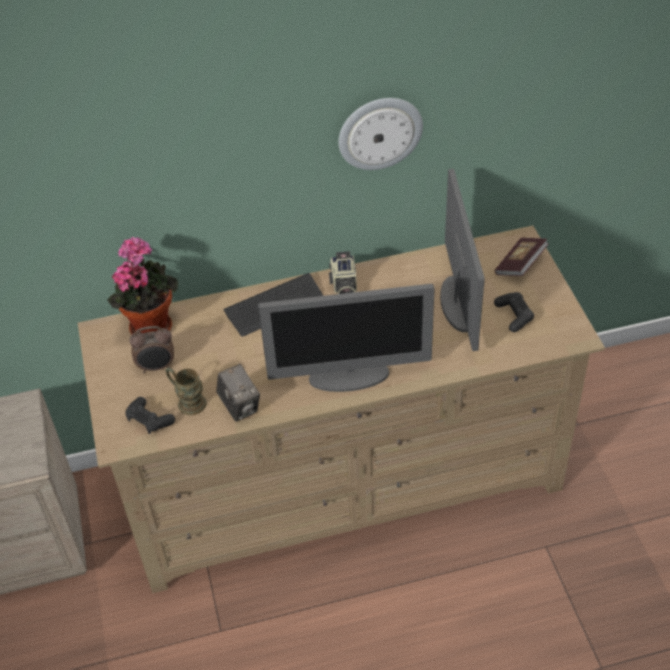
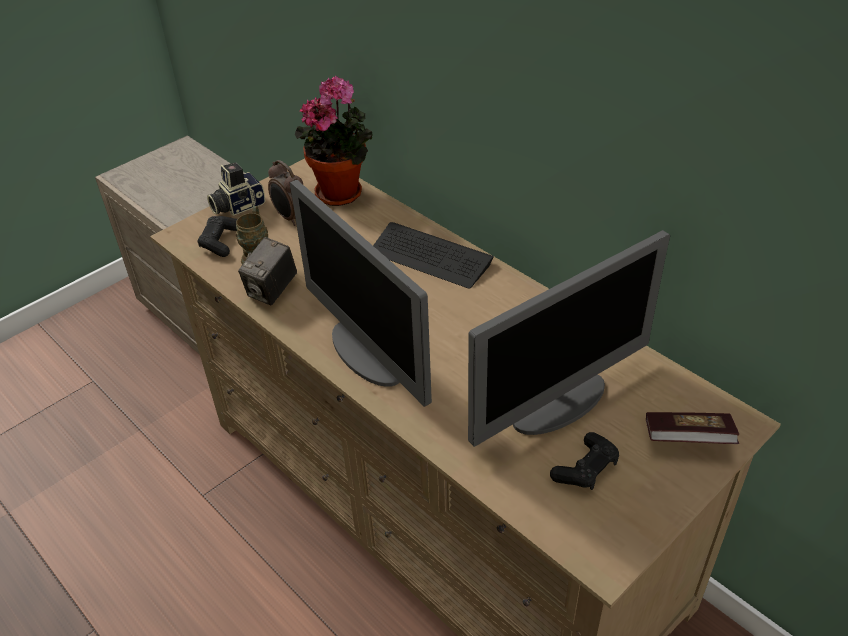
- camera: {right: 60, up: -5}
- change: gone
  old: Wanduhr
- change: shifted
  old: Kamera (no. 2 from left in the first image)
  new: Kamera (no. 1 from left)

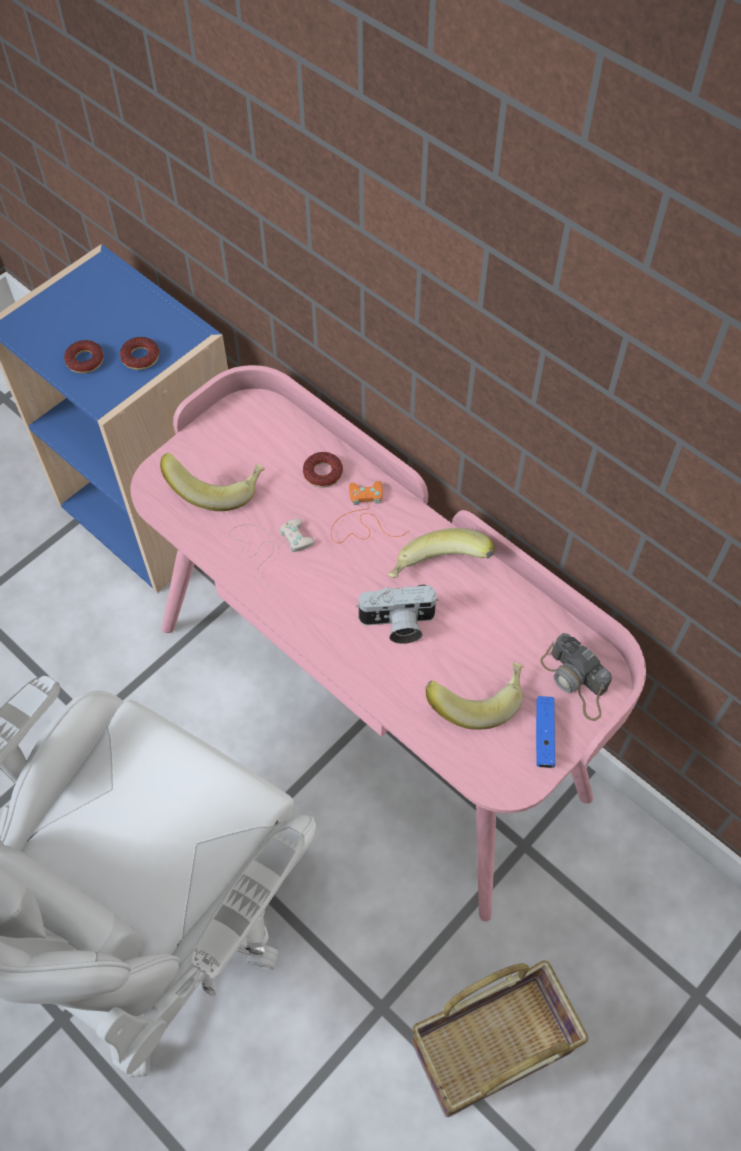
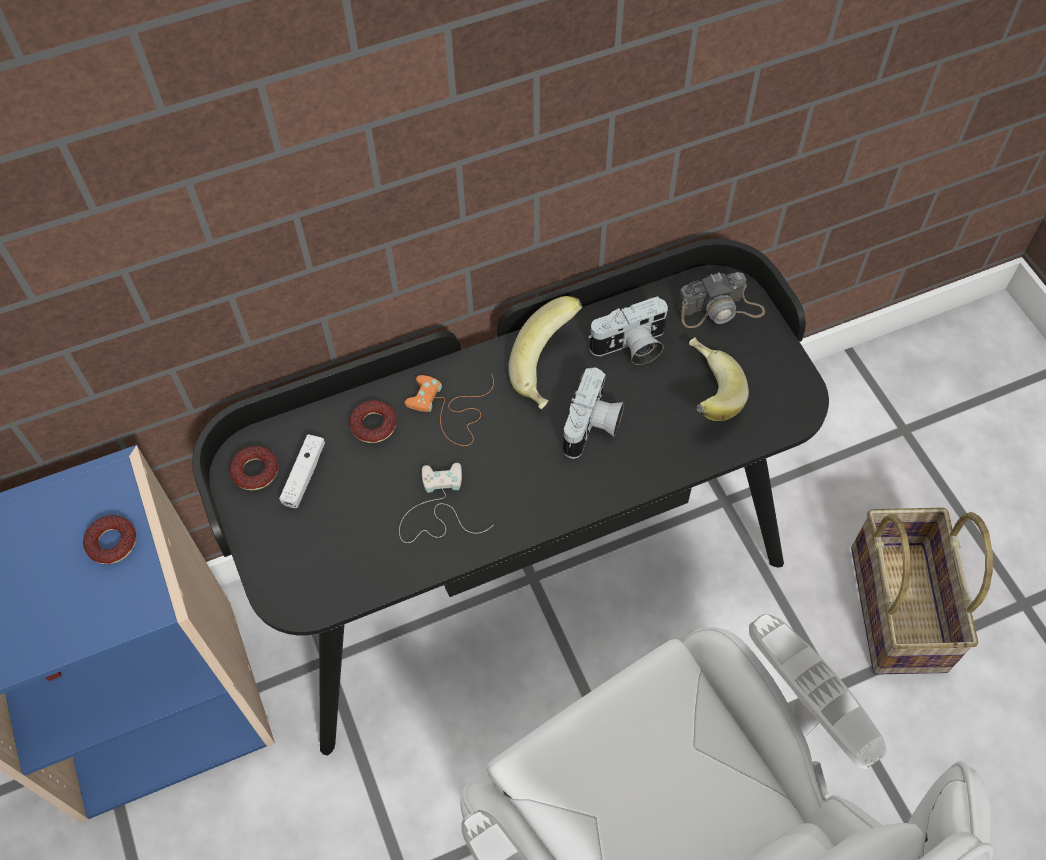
- camera: {right: -65, up: 0}
- change: gone
  old: Banane (no. 1 from left)
- change: gone
  old: Gamepad (blau)
- change: new
  new: Gamepad (weiß) (no. 1 from left)
- change: new
  new: Kamera (no. 2 from left)
- change: shifted
  old: Donut (no. 1 from left in the first image)
  new: Donut (no. 2 from left)
- change: repainted
  old: Schreibtisch (rosa)
  new: Schreibtisch (schwarz)

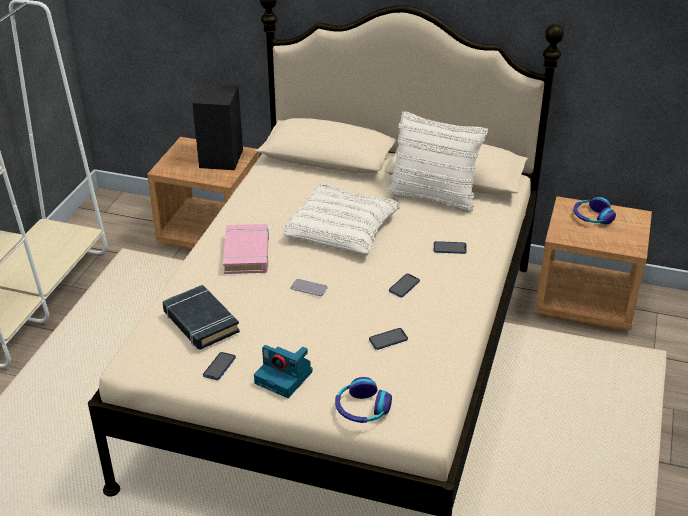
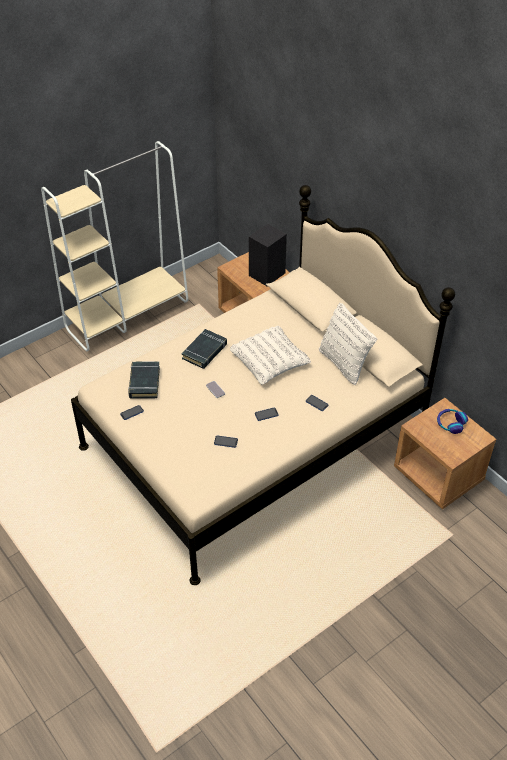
- camera: {right: 35, up: 10}
- change: gone
  old: Kamera
- change: gone
  old: Kopfhörer (no. 1 from left)
- change: repainted
  old: Buch (rosa)
  new: Buch (schwarz) (no. 2 from left)

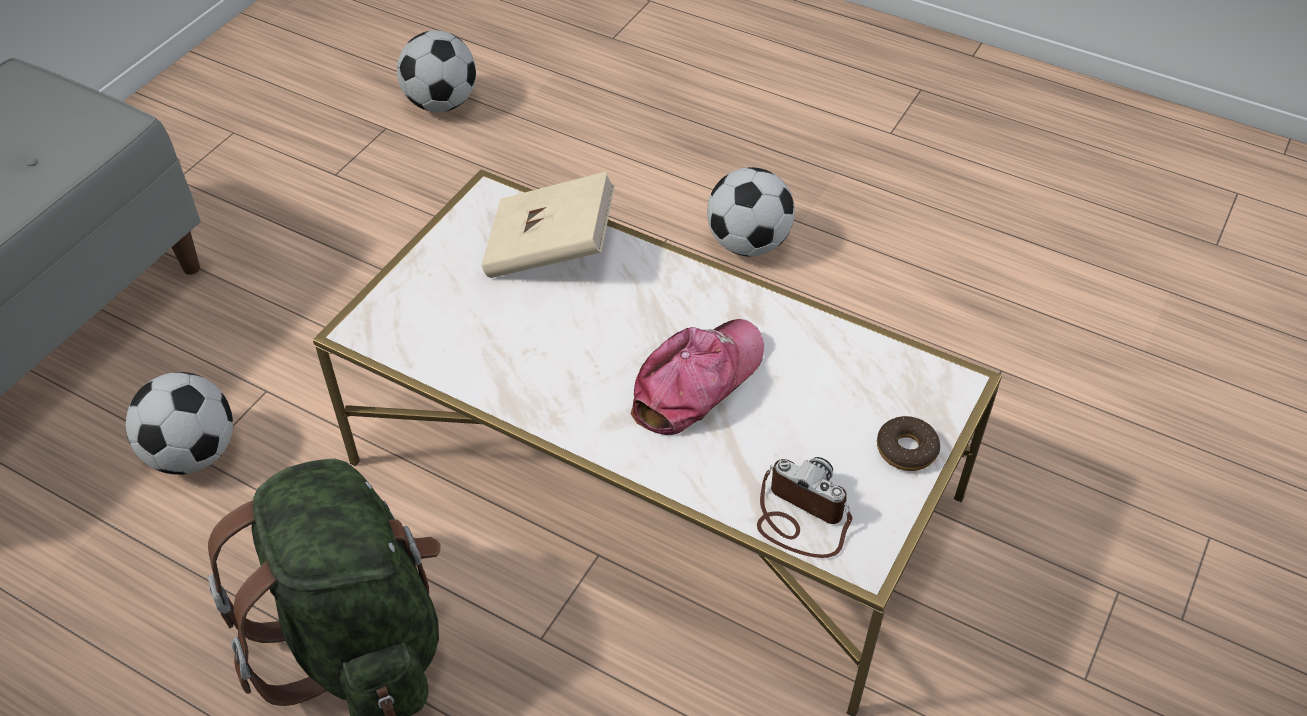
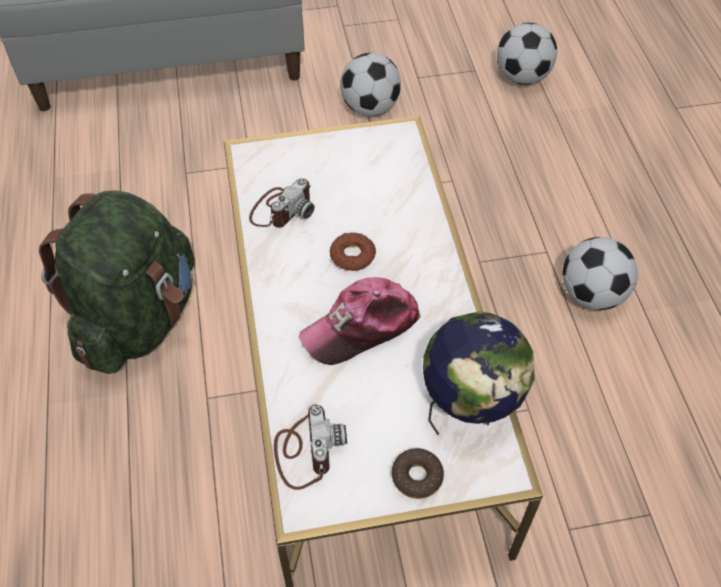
- camera: {right: 50, up: 5}
- change: gone
  old: Buch (beige)
- change: new
  new: Kamera (no. 1 from left)
- change: new
  new: Donut (no. 1 from left)
- change: new
  new: Globus
- change: shifted
  old: Fußball (no. 1 from left)
- change: rotated
  old: Kappe
  degrees: 150

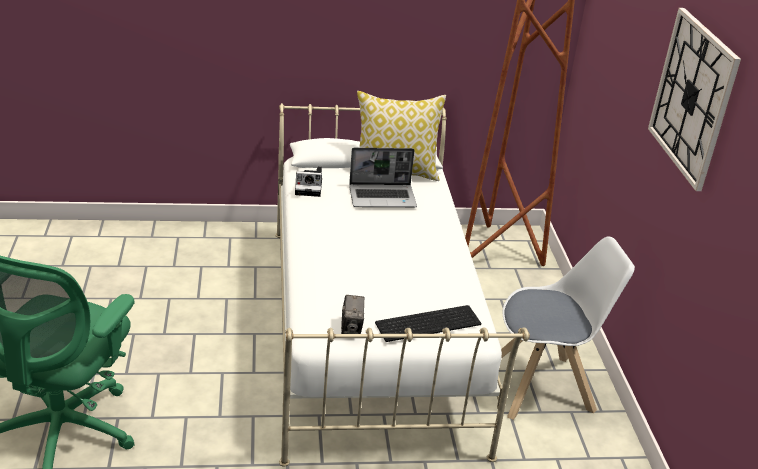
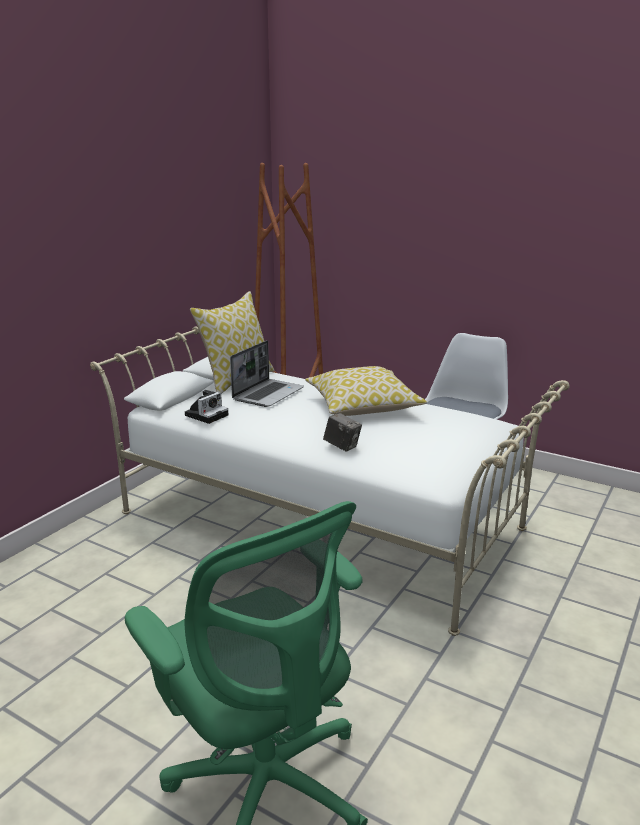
- camera: {right: -50, up: -10}
- change: gone
  old: Tastatur
- change: gone
  old: Wanduhr
- change: new
  new: Kissen (no. 2 from left)
- change: shifted
  old: Kamera (no. 2 from left)

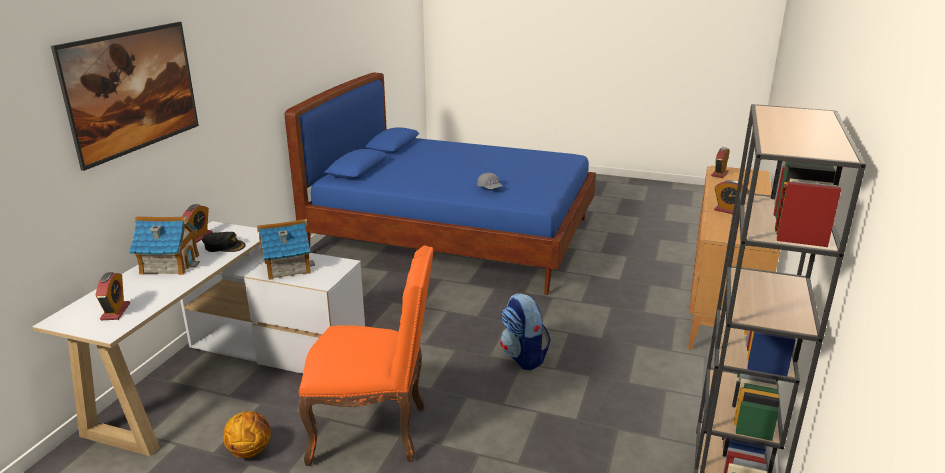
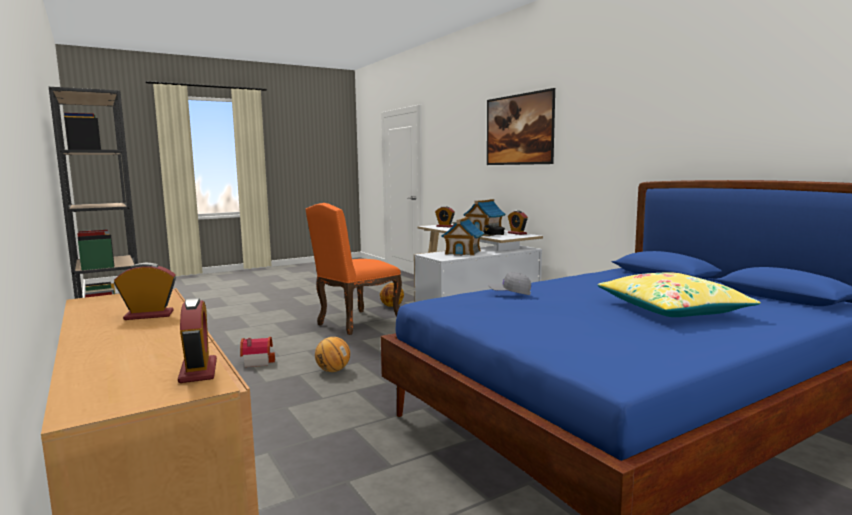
- camera: {right: 130, up: -15}
- change: new
  new: Spielzeughaus (no. 1 from left)
- change: new
  new: Kissen (gelb)
- change: swapped
  old: Rucksack
  new: Basketball (no. 1 from left)

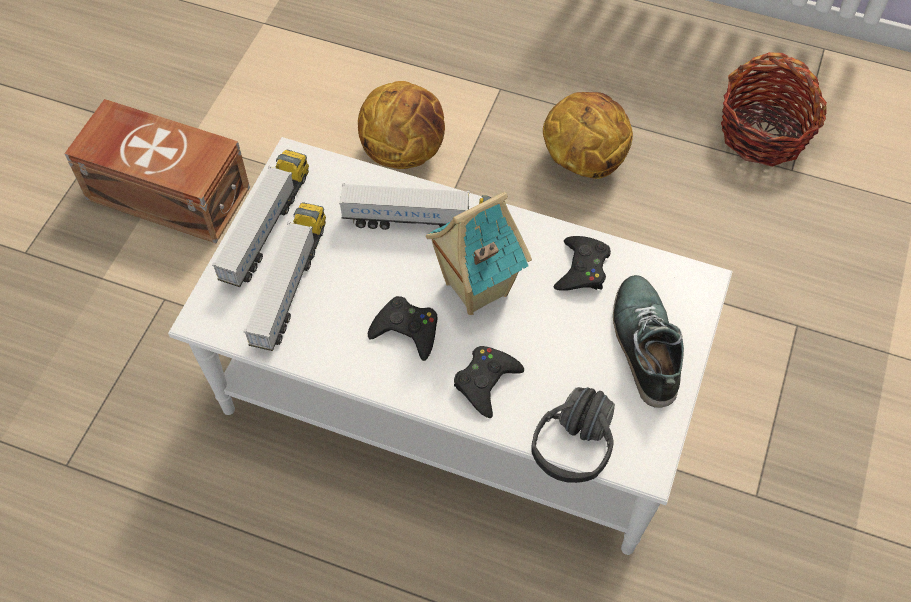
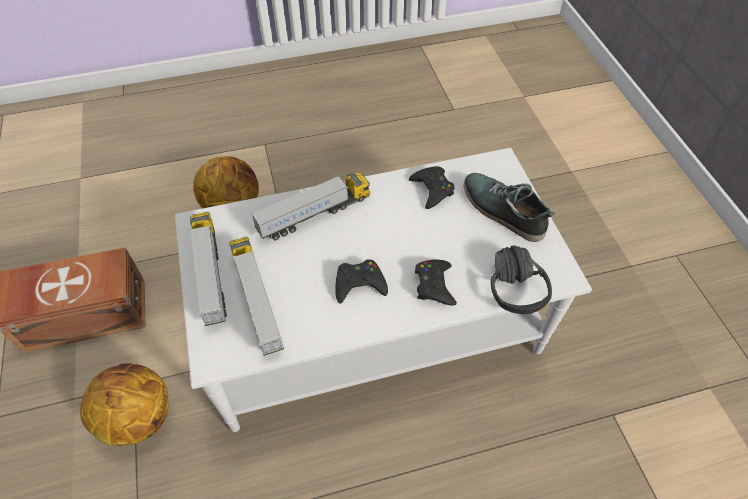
- camera: {right: -35, up: -5}
- change: gone
  old: Spielzeughaus
- change: gone
  old: Korb
- change: shifted
  old: Basketball (no. 2 from left in the first image)
  new: Basketball (no. 1 from left)

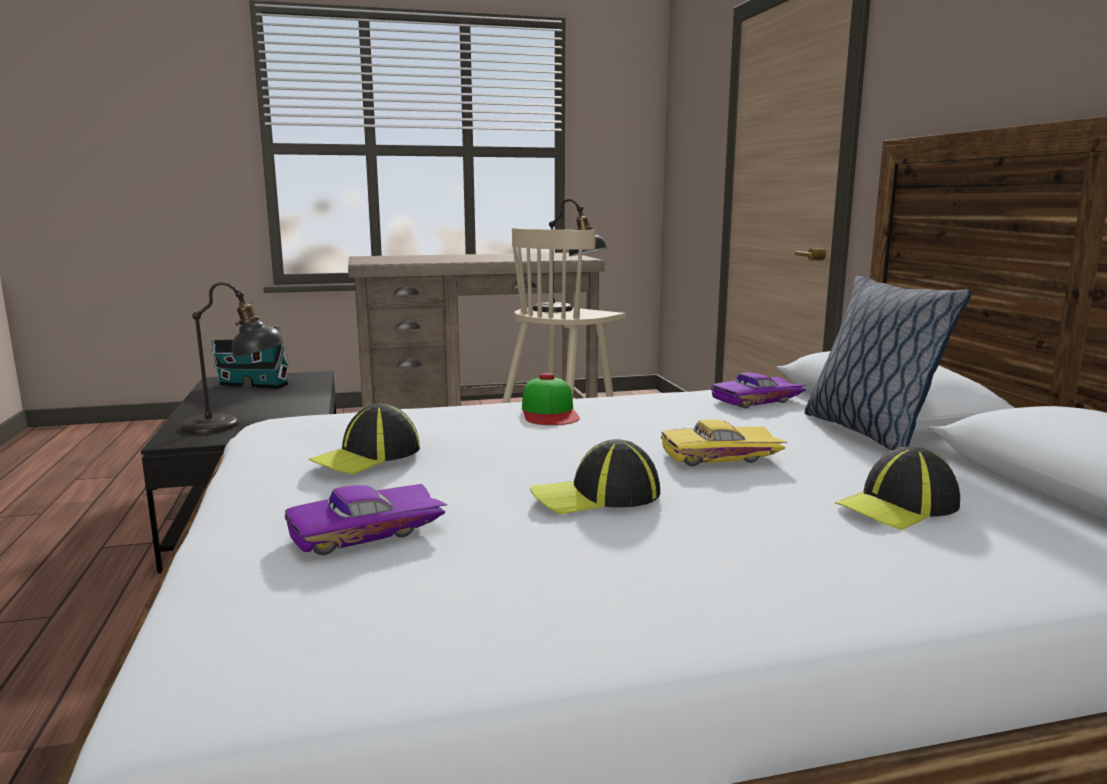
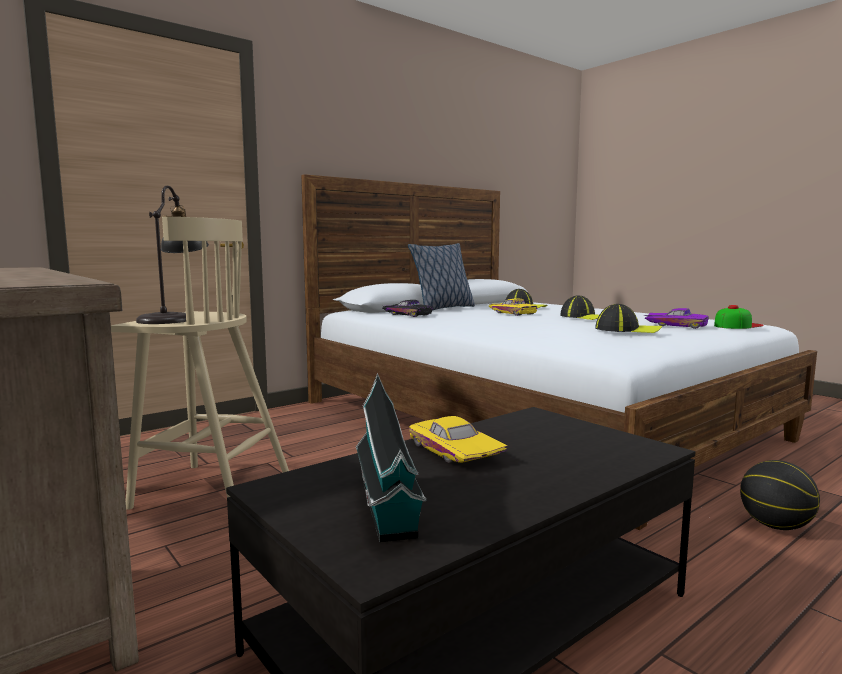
- camera: {right: -115, up: -5}
- change: gone
  old: Tischlampe (grau) (no. 1 from left)
- change: new
  new: Spielzeugauto (gelb) (no. 1 from left)
- change: new
  new: Basketball
- change: shifted
  old: Kappe (no. 2 from left in the first image)
  new: Kappe (no. 4 from left)
- change: repainted
  old: Spielzeugauto (lila) (no. 2 from left)
  new: Spielzeugauto (schwarz)

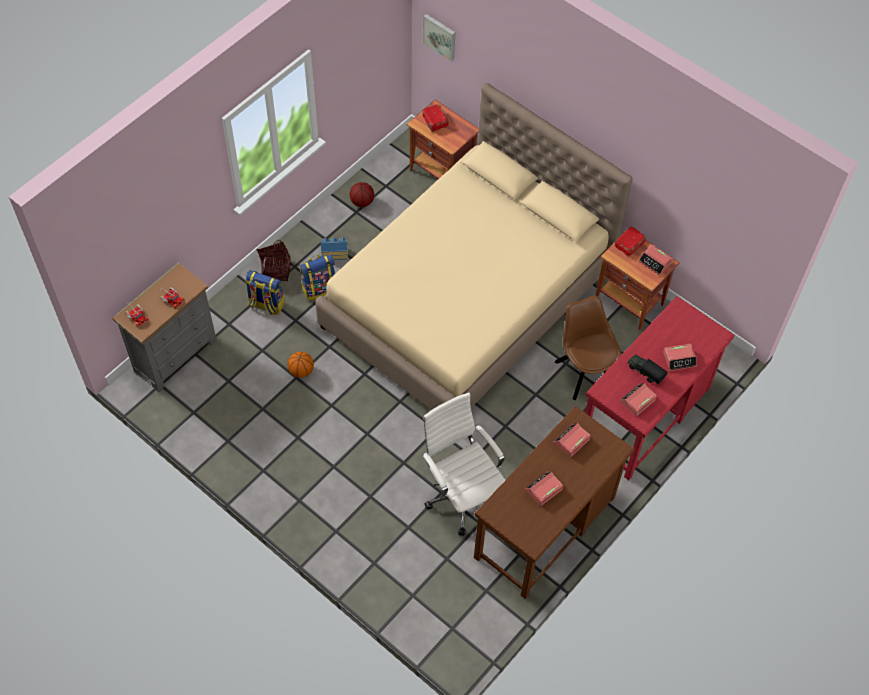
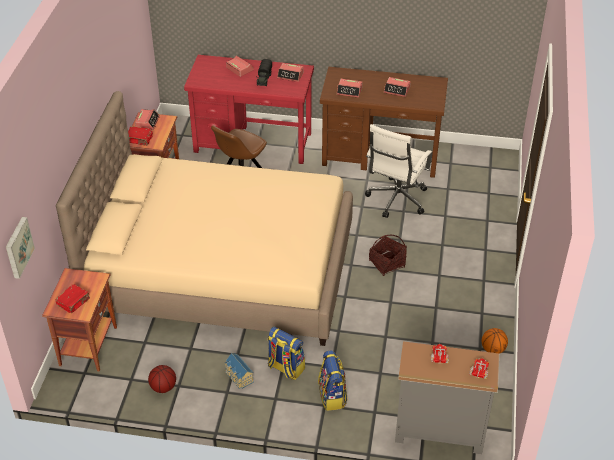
- camera: {right: -120, up: -15}
- change: shifted
  old: Korb
- change: shifted
  old: Basketball (no. 1 from left in the first image)
  new: Basketball (no. 2 from left)

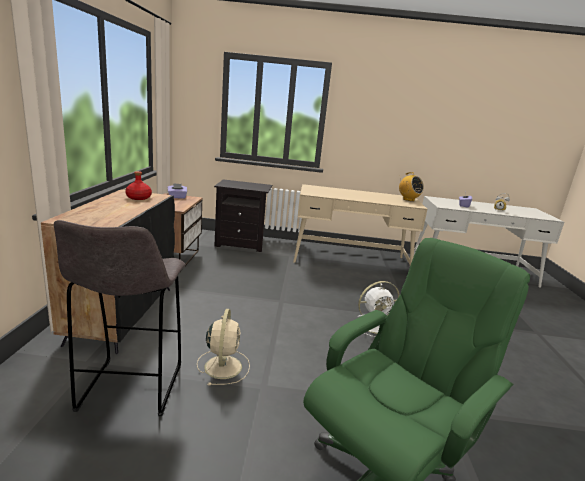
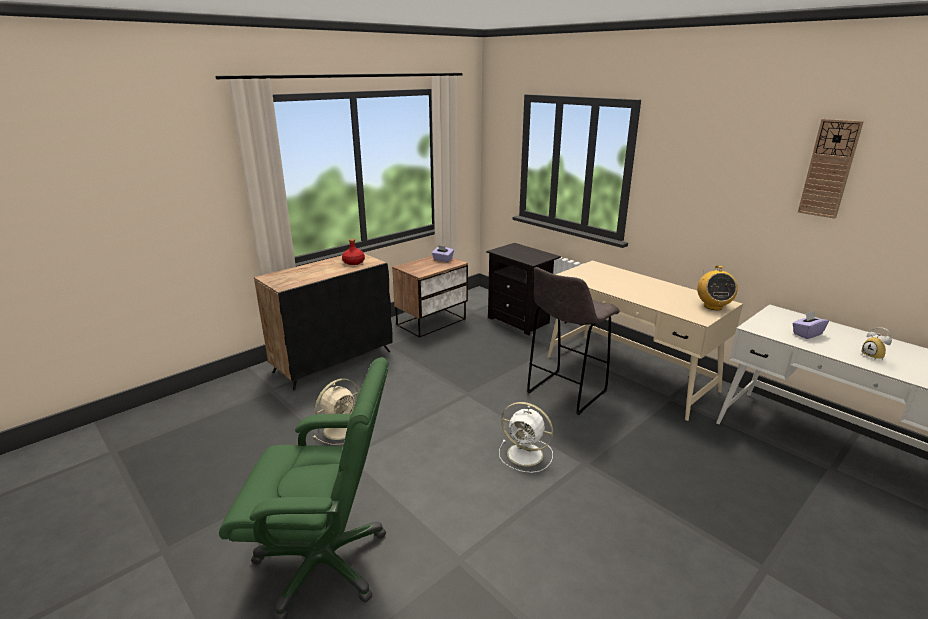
- camera: {right: 45, up: 5}
- change: new
  new: Wanduhr
- change: shifted
  old: Hocker (grau)

